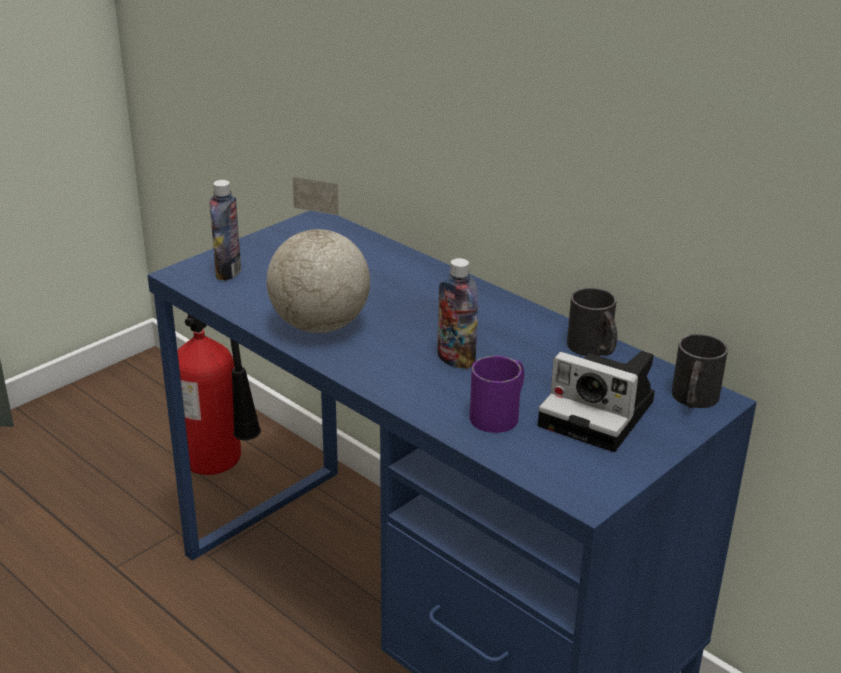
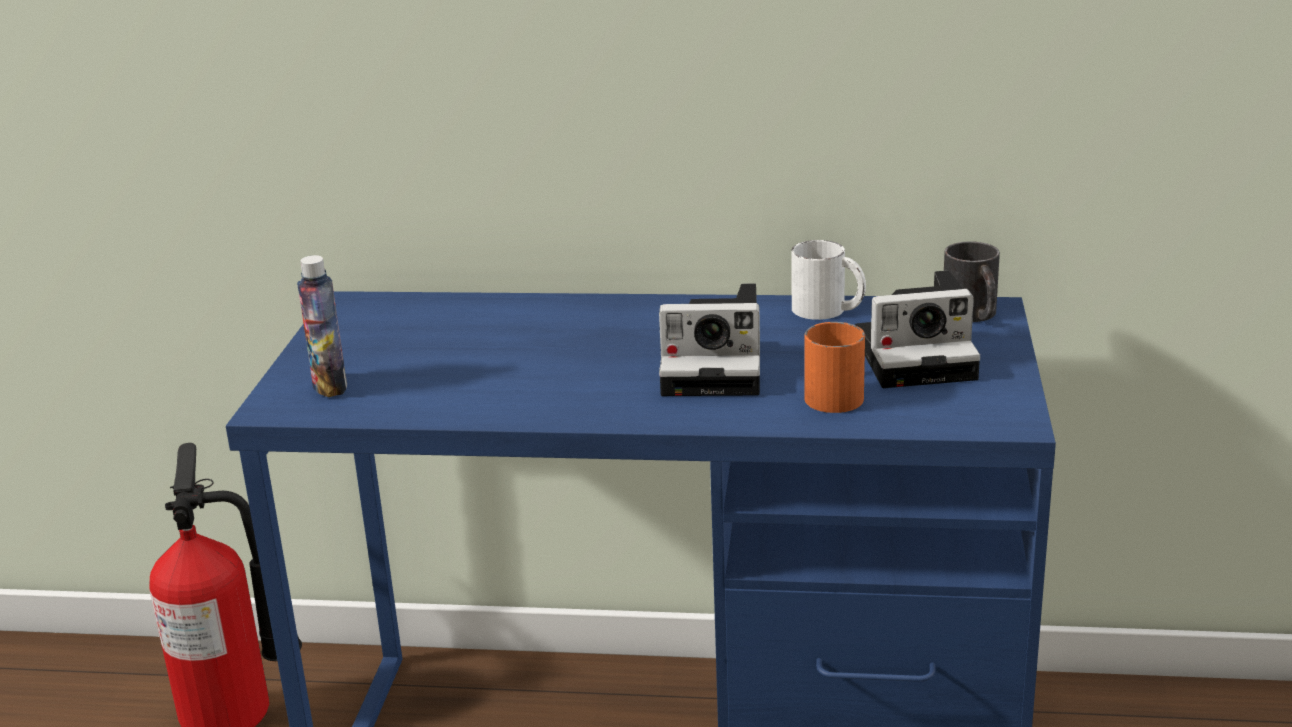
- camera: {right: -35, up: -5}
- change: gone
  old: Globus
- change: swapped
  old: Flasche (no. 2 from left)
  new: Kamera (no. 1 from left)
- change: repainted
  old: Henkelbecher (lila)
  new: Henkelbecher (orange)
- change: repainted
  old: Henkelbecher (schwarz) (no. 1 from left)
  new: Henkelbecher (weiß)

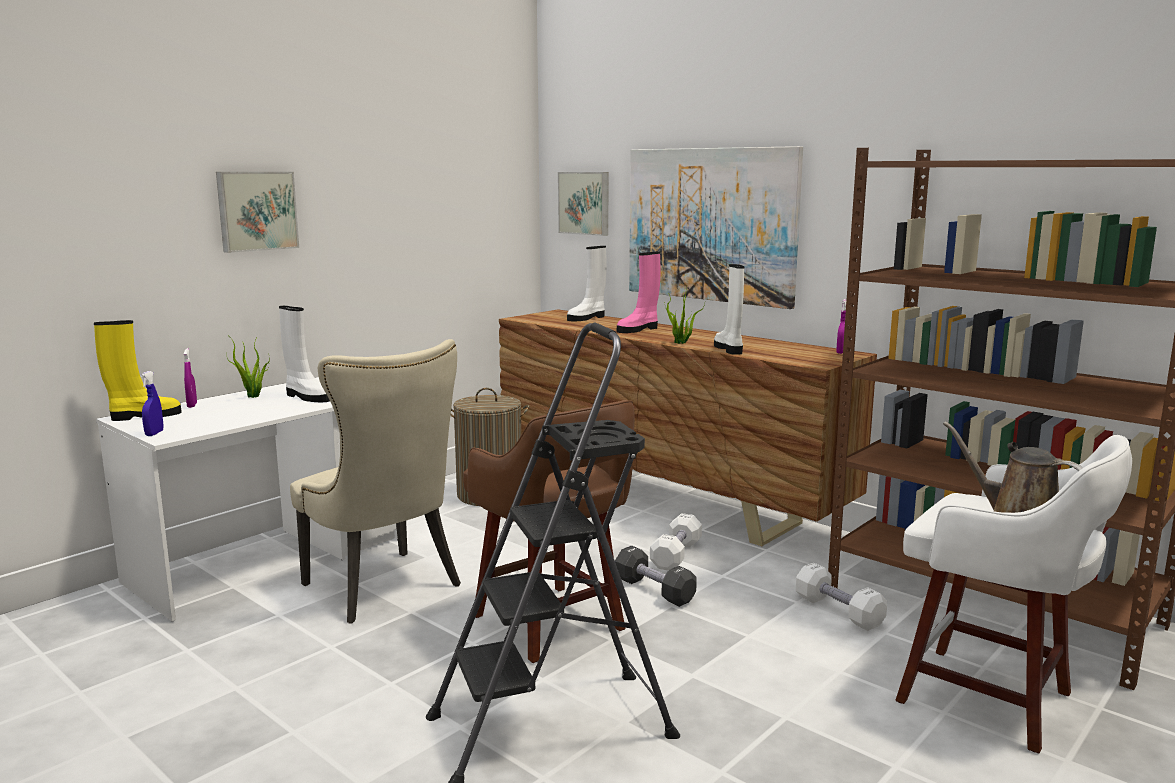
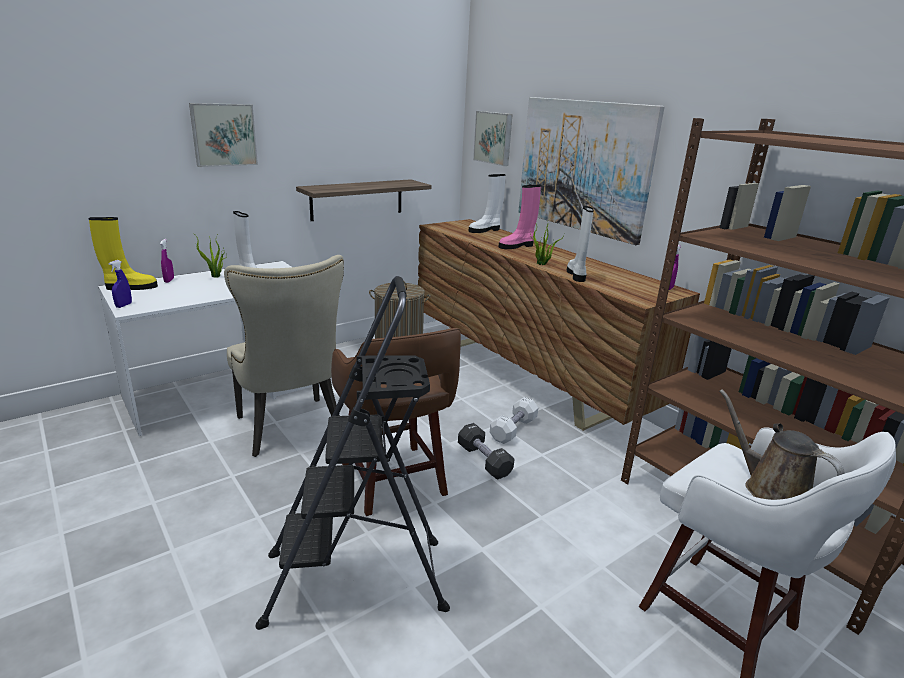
- camera: {right: 10, up: 10}
- change: gone
  old: Hantel (weiß) (no. 2 from left)
- change: new
  new: Wandregal

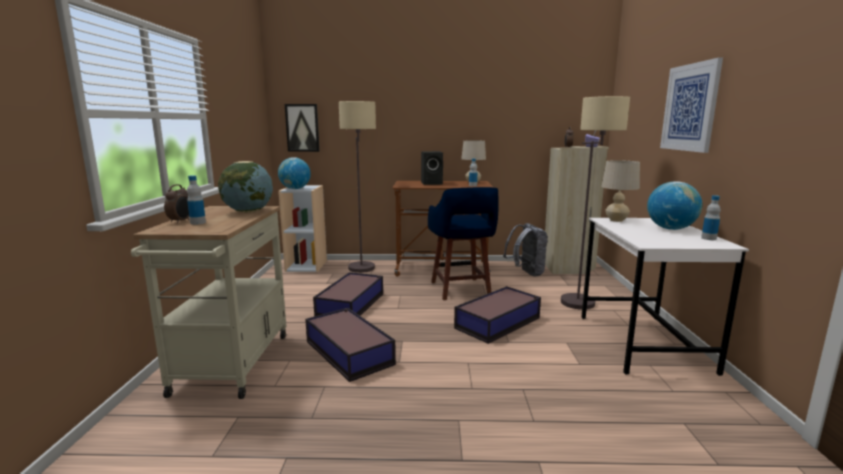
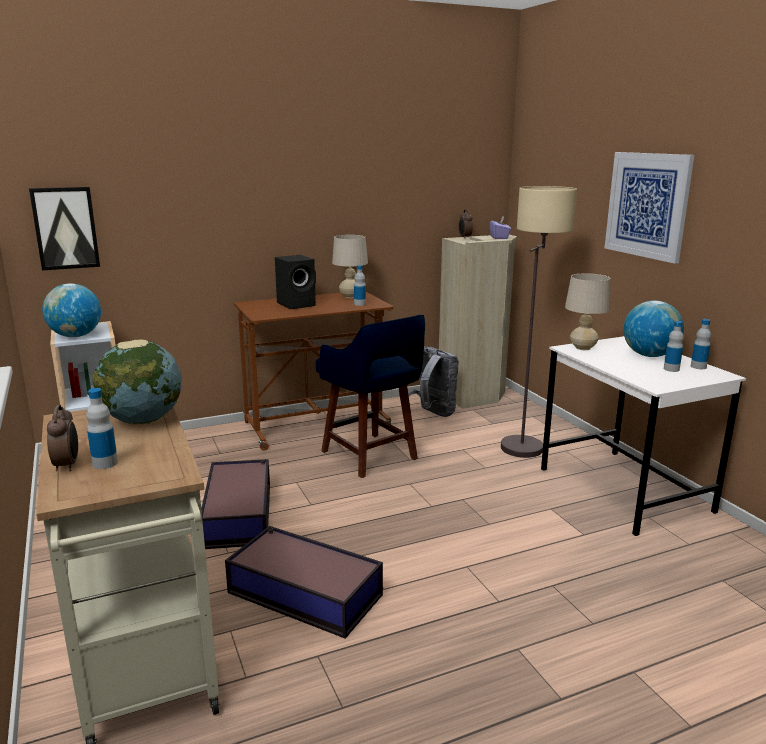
- camera: {right: -25, up: 5}
- change: gone
  old: Stehlampe (beige) (no. 1 from left)
- change: gone
  old: Aufbewahrungsbox (no. 3 from left)
- change: new
  new: Flasche (no. 3 from left)

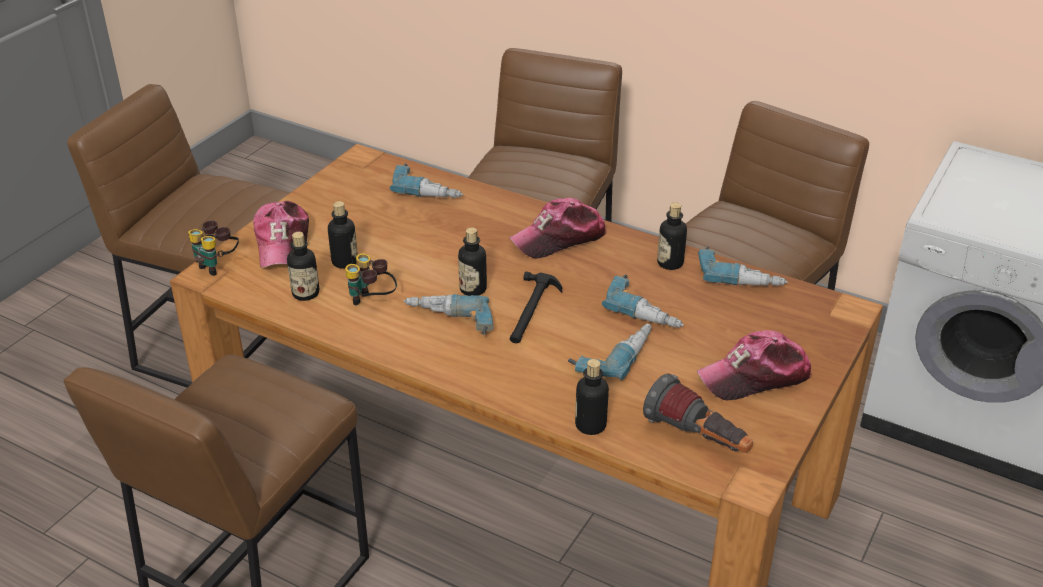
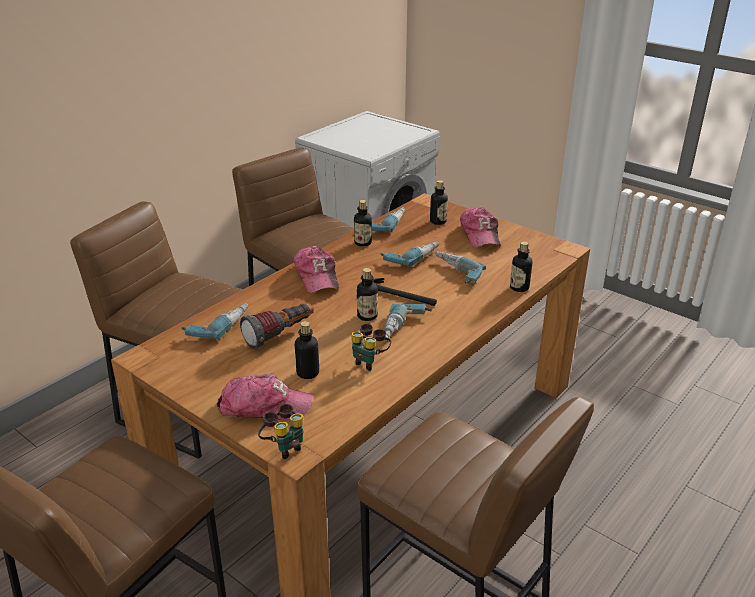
- camera: {right: -80, up: -5}
- change: shifted
  old: Flasche (no. 1 from left in the first image)
  new: Flasche (no. 4 from left)
- change: shifted
  old: Taschenlampe

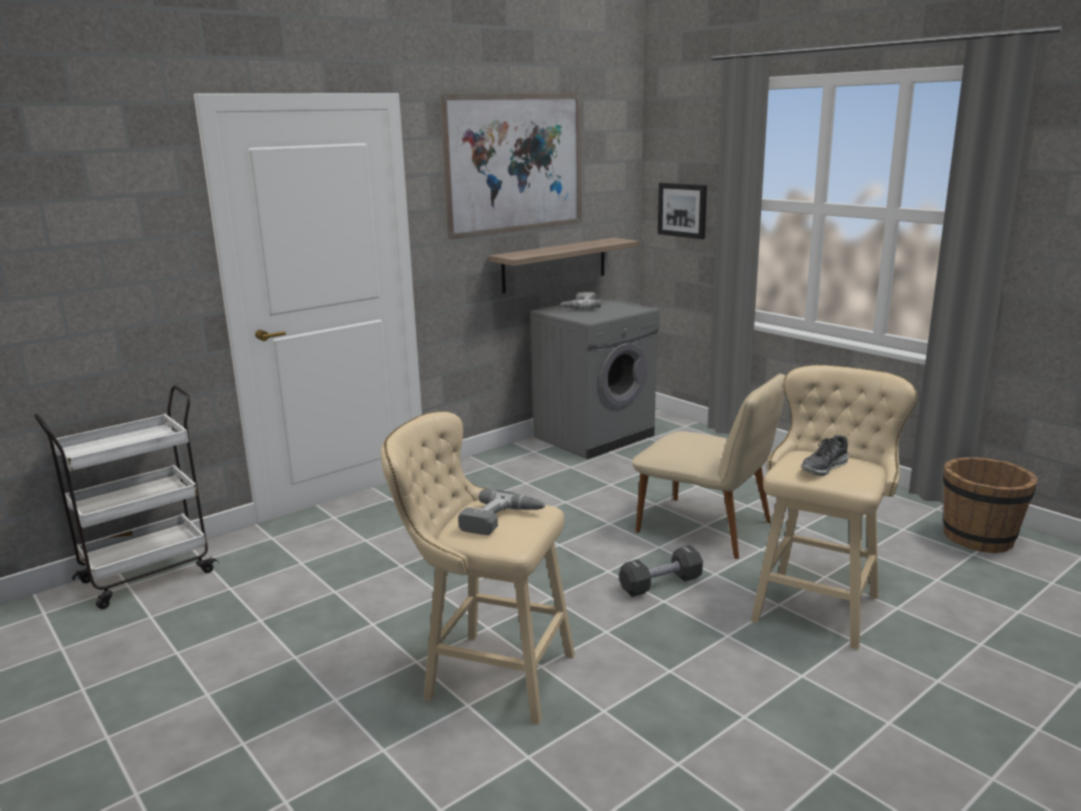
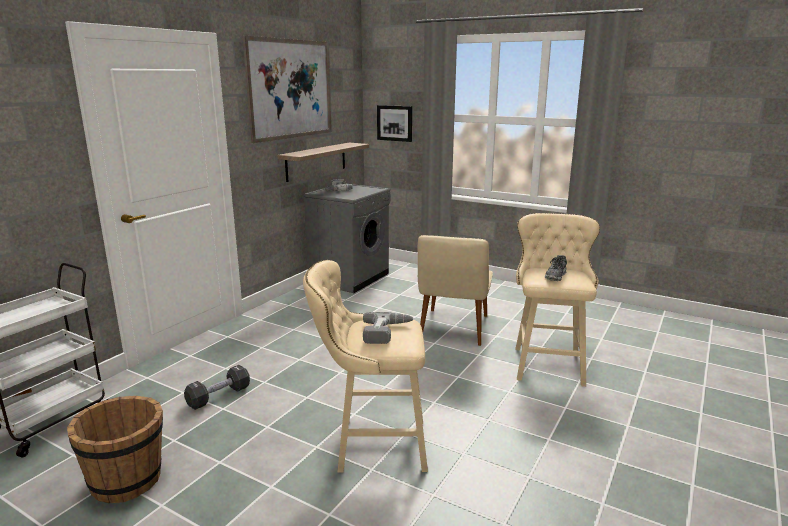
- camera: {right: -20, up: 0}
- change: shifted
  old: Hantel (schwarz)
- change: shifted
  old: Eimer (braun)
- change: rotated
  old: Stuhl (beige)
  degrees: 90

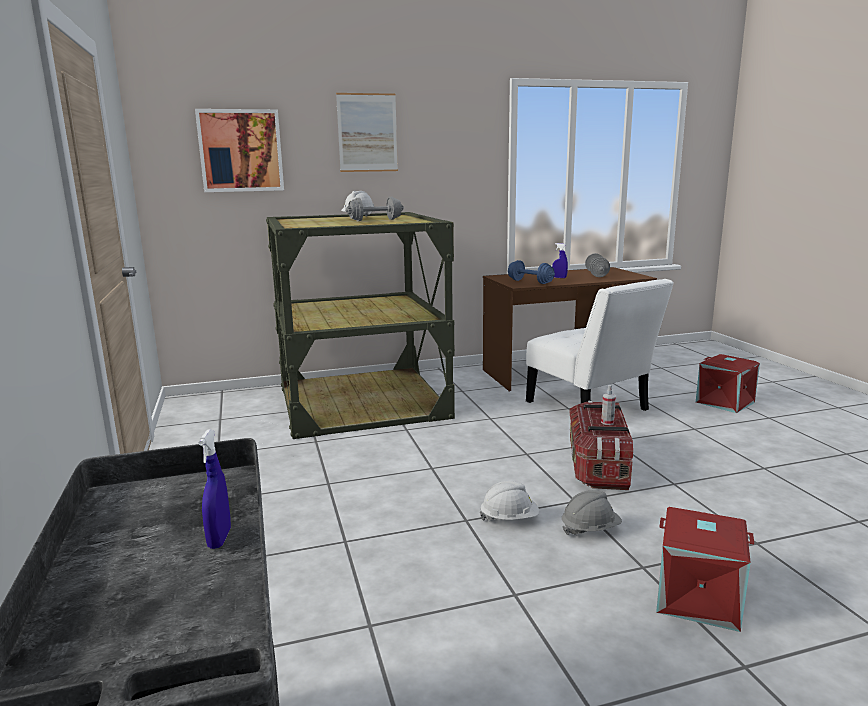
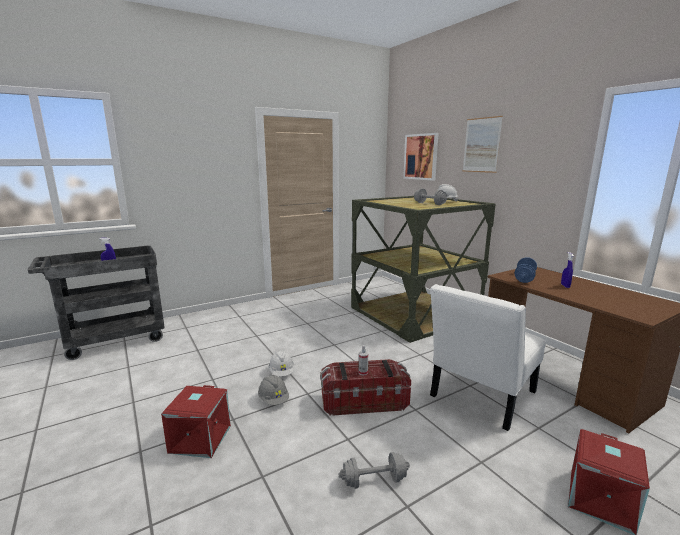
- camera: {right: 75, up: 0}
- change: shifted
  old: Hantel (grau) (no. 2 from left in the first image)
  new: Hantel (grau) (no. 1 from left)

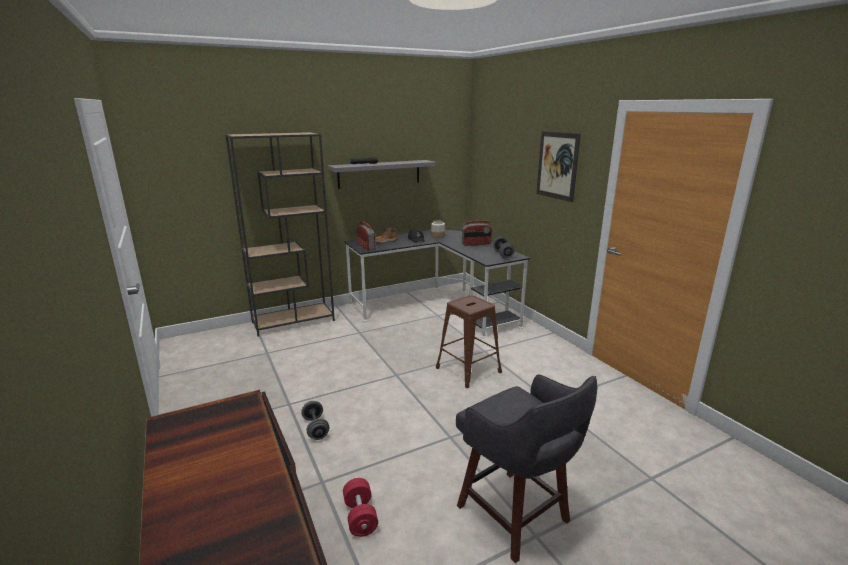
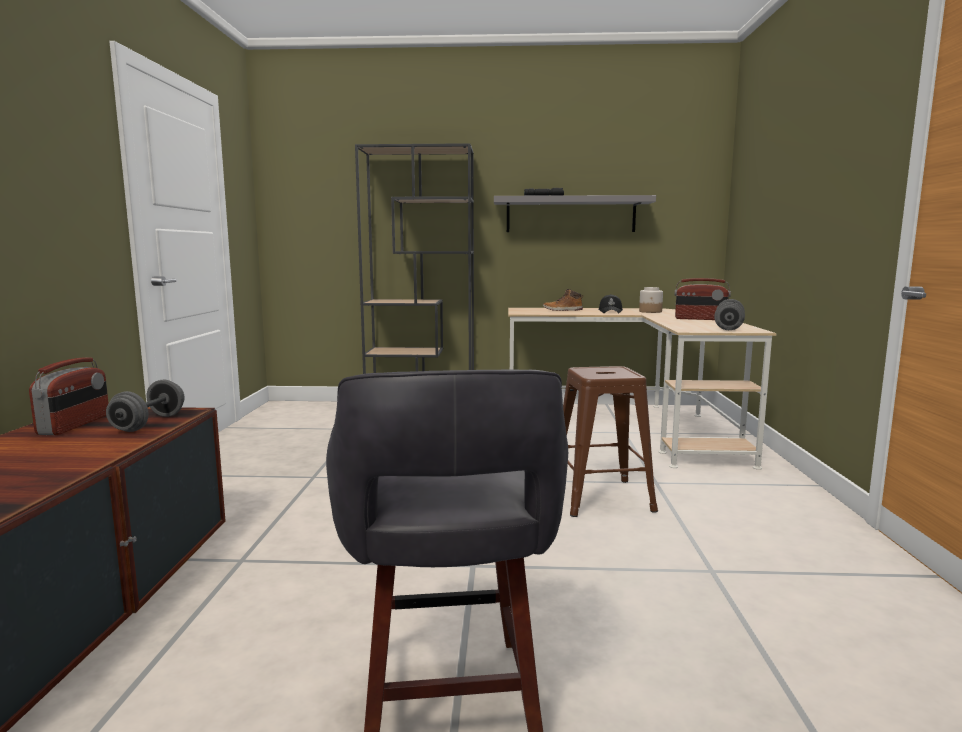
- camera: {right: 30, up: -10}
- change: gone
  old: Hantel (rot)
- change: gone
  old: Bild
- change: shifted
  old: Hantel (grau) (no. 1 from left)
- change: shifted
  old: Radio (no. 1 from left)
- change: repainted
  old: Schreibtisch (schwarz)
  new: Schreibtisch (beige)

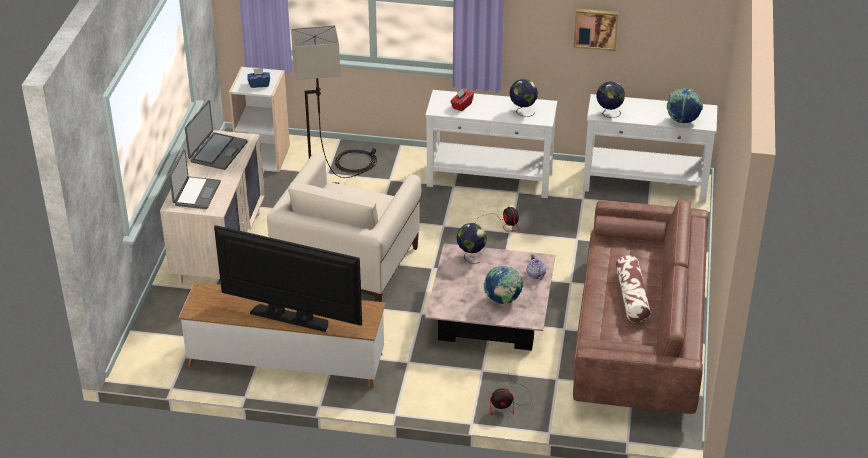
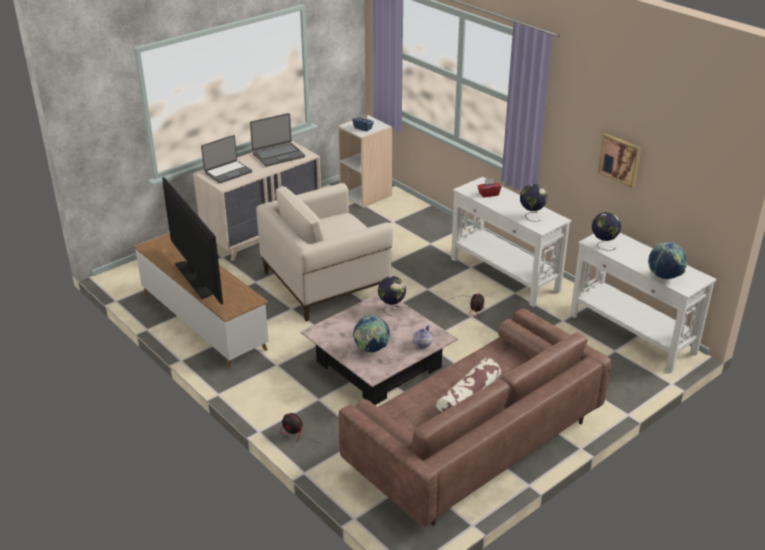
- camera: {right: 40, up: -5}
- change: gone
  old: Stehlampe

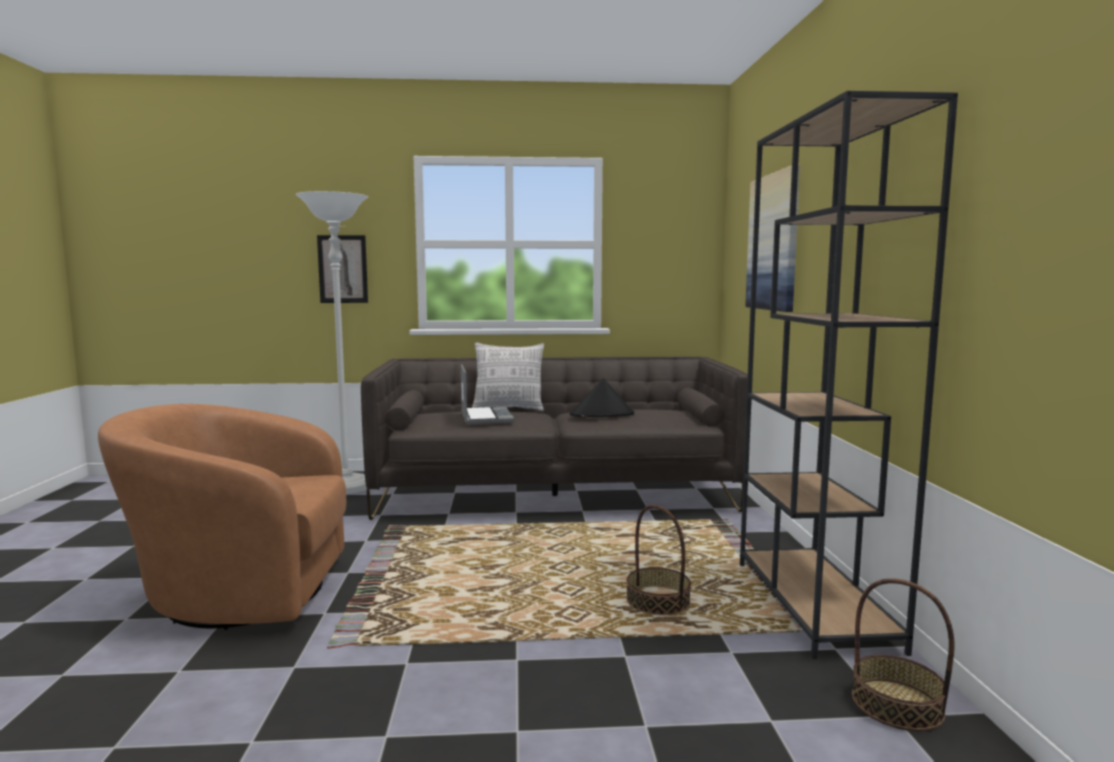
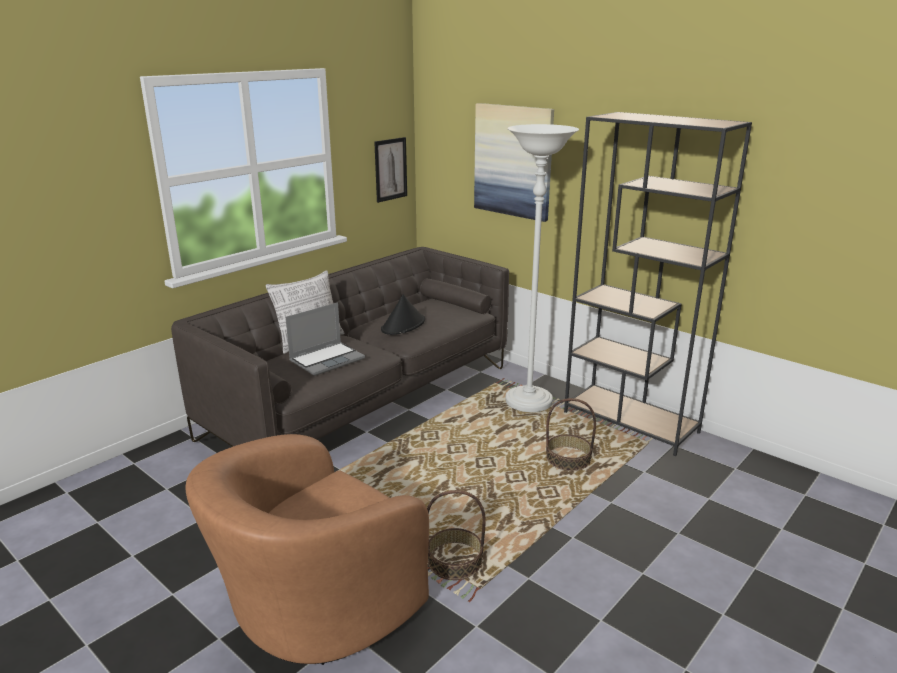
- camera: {right: -45, up: 15}
- change: shifted
  old: Stehlampe (weiß)
- change: shifted
  old: Bild (no. 1 from left)
- change: shifted
  old: Korb (no. 2 from left in the first image)
  new: Korb (no. 1 from left)
- change: rotated
  old: Laptop
  degrees: 105

